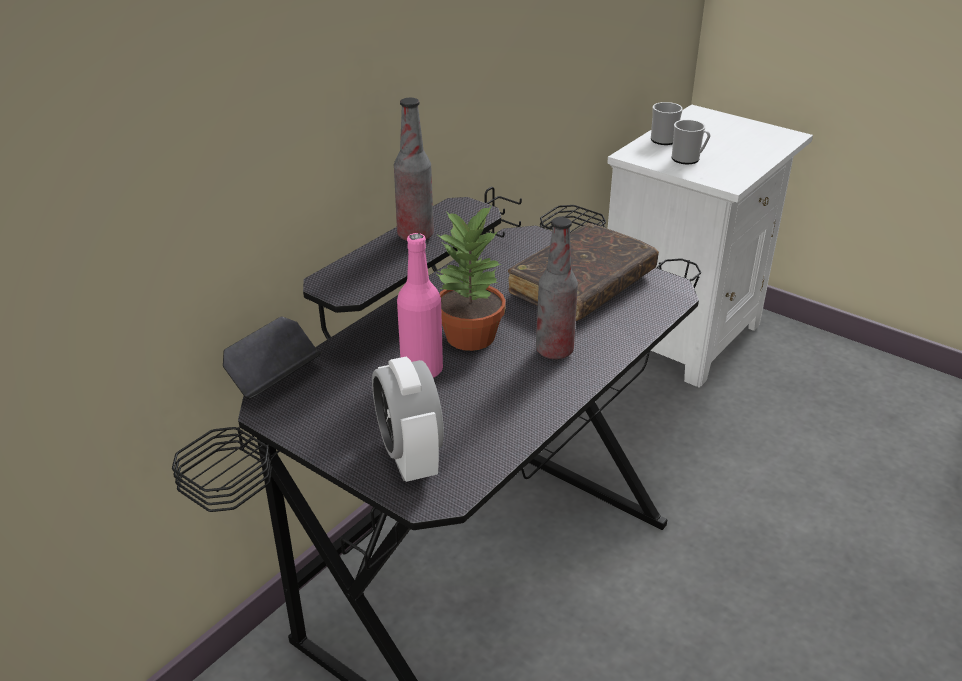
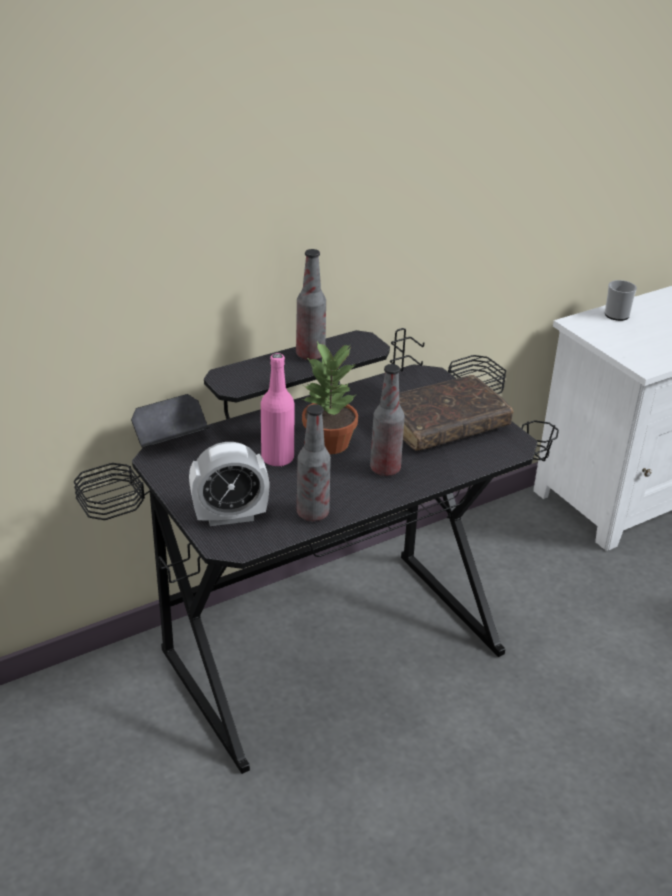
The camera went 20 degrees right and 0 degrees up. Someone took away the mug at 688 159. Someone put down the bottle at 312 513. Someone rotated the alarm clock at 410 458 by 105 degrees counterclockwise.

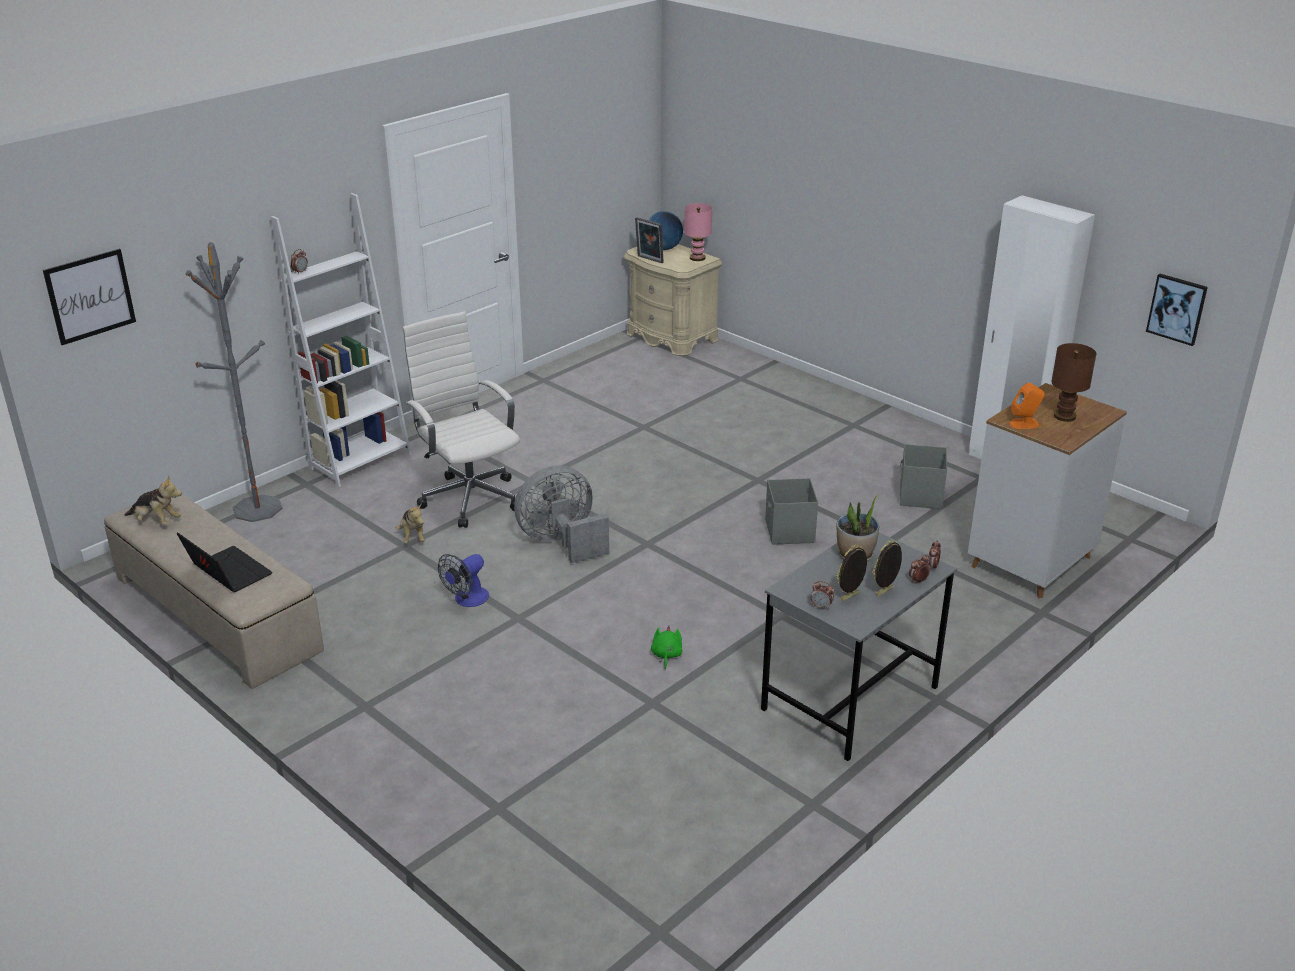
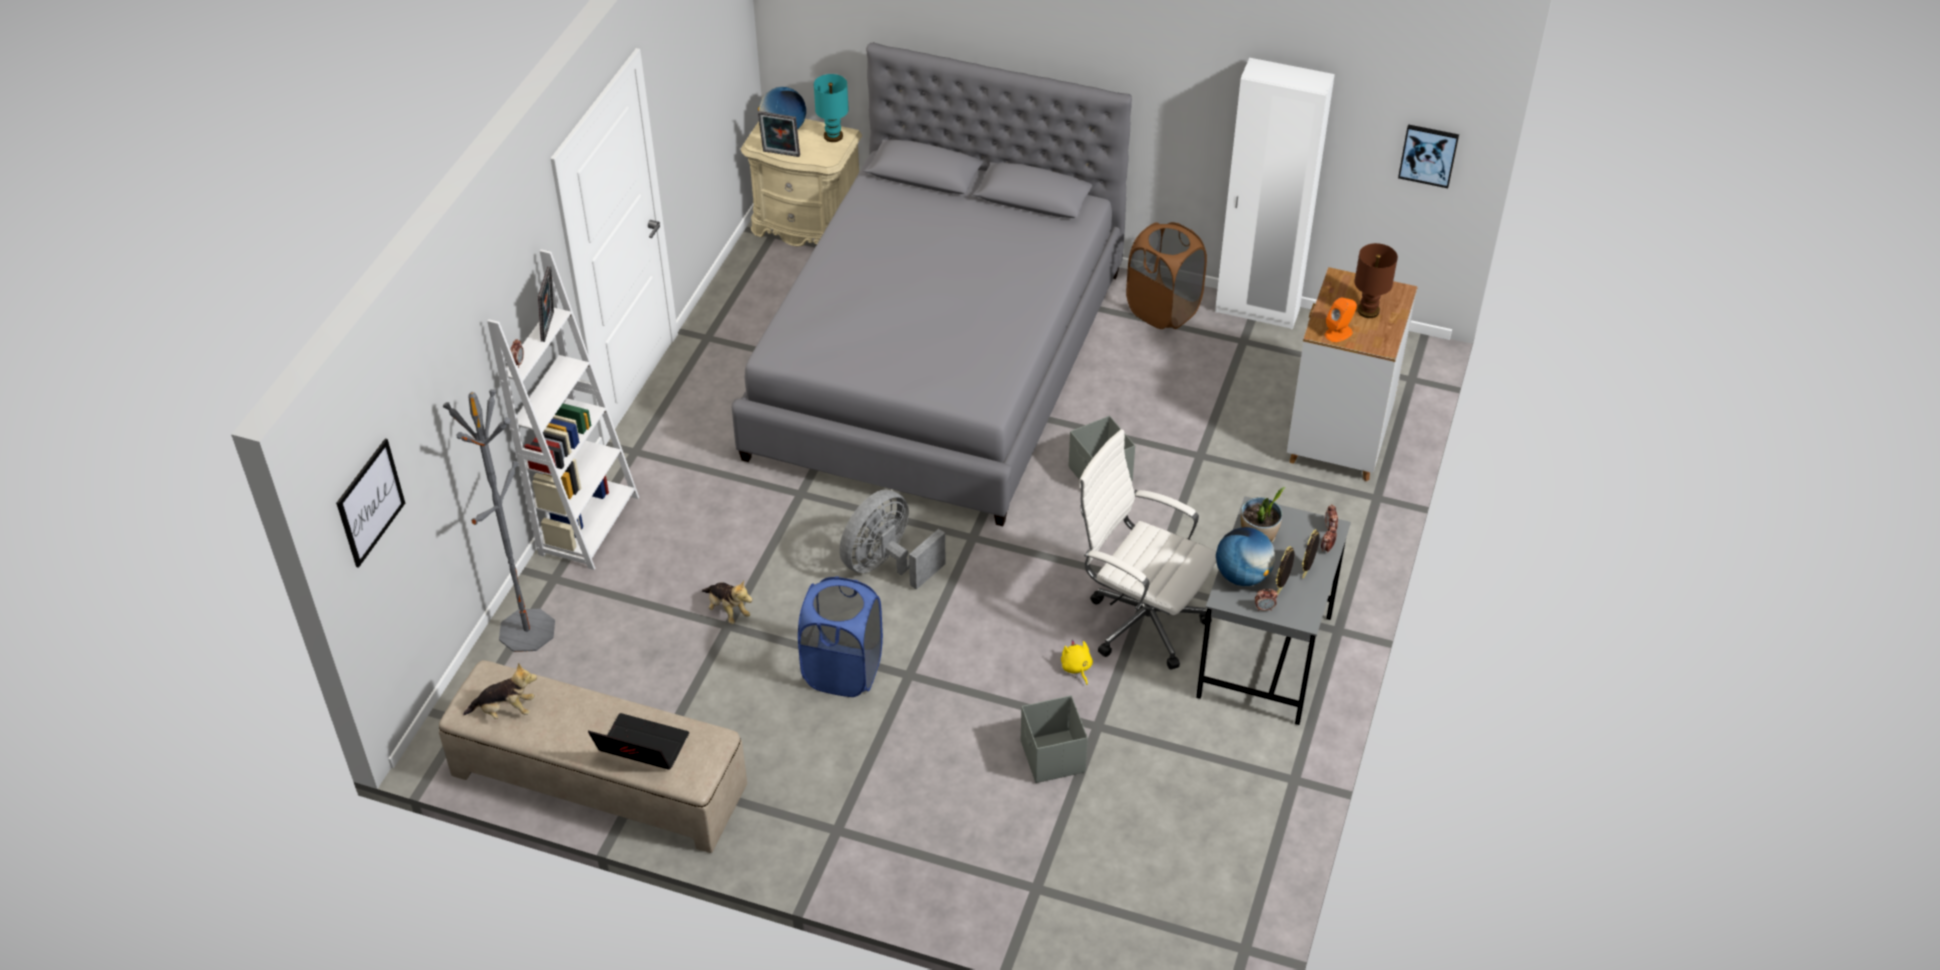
The camera went 25 degrees left and 15 degrees up. Someone put down the picture frame at 550 326. Someone put down the bed in grey at 938 363. Someone put down the laundry basket in brown at 1163 310. Someone put down the globe at 1242 576. Someone carried the office chair in white from 468 497 to 1140 621. Someone carried the storage box in grey from 920 496 to 1052 757. Someone swapped the fan at 467 600 for the laundry basket in blue at 843 671. Someone repainted the plush toy in green at 666 655, which became the plush toy in yellow at 1076 668. Someone repainted the table lamp in pink at 697 258, which became the table lamp in turquoise at 832 136.

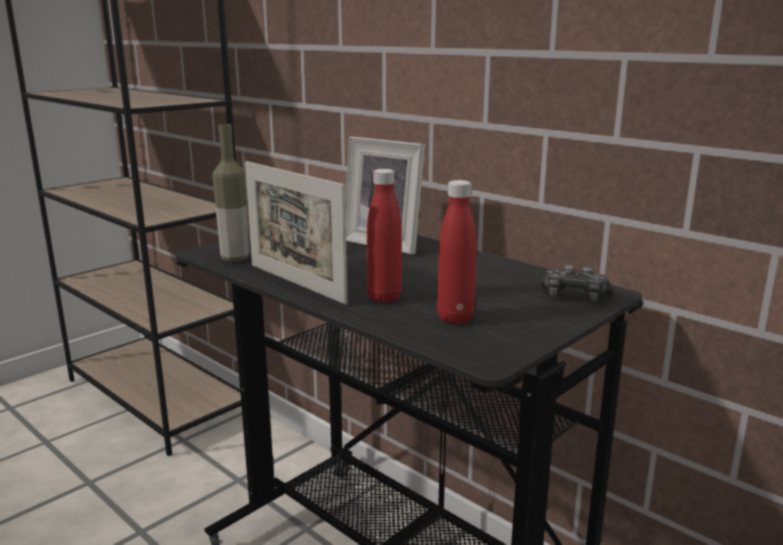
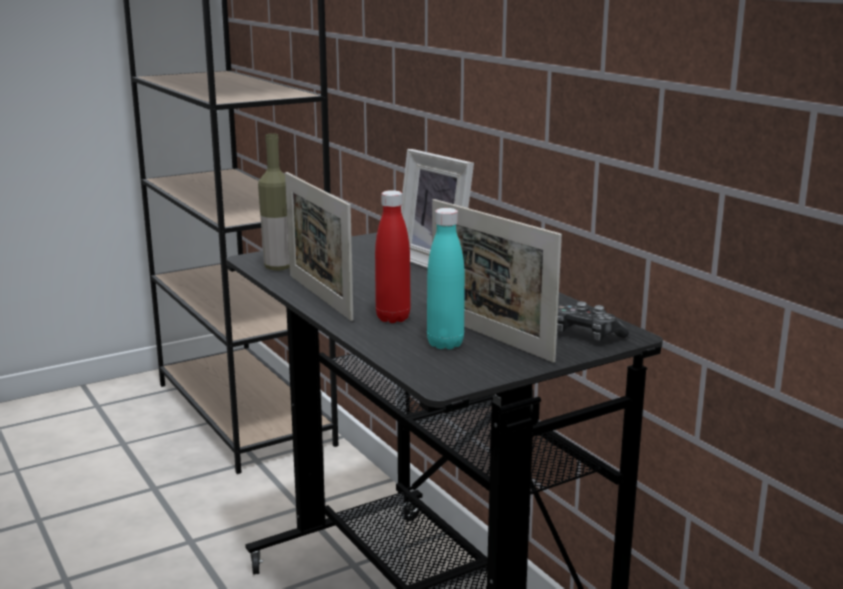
The camera went 15 degrees right and 0 degrees up. Someone put down the picture frame at 489 336. Someone repainted the bottle in red at 455 318, which became the bottle in turquoise at 445 344.

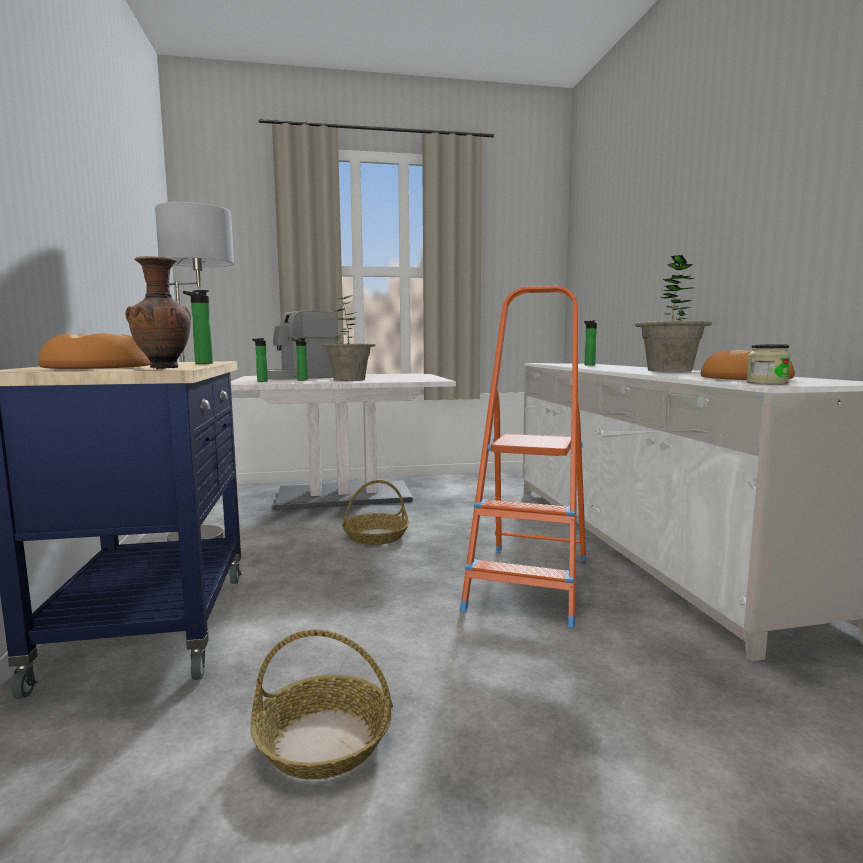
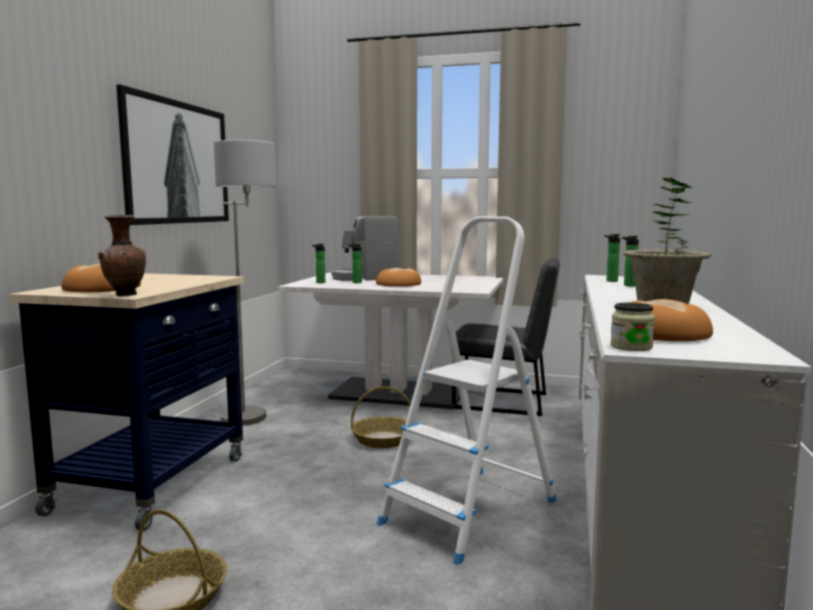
The camera went 25 degrees right and 0 degrees up. Someone put up the picture at 177 163. Someone put down the chair in grey at 504 401. Someone carried the bottle from 201 363 to 610 281. Someone swapped the potted plant at 349 379 for the bread at 398 284. Someone repainted the step ladder in orange at 529 582, which became the step ladder in white at 468 512.

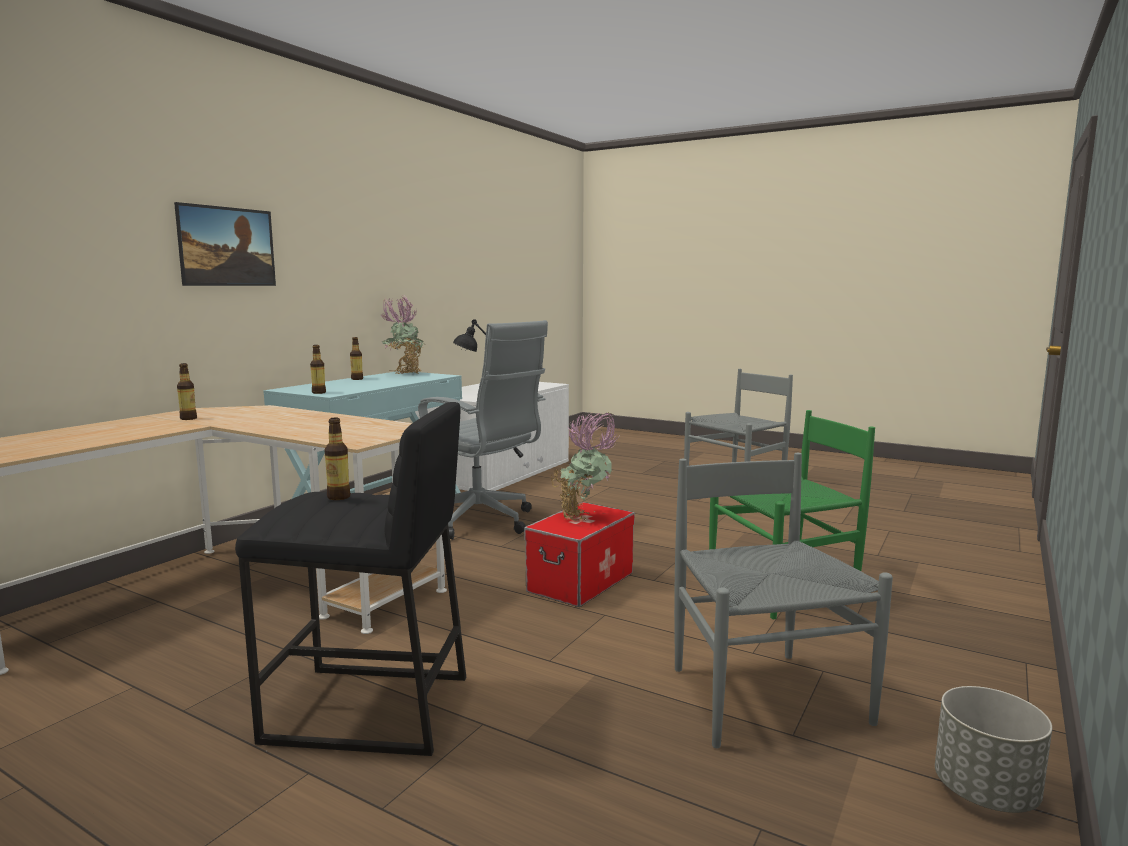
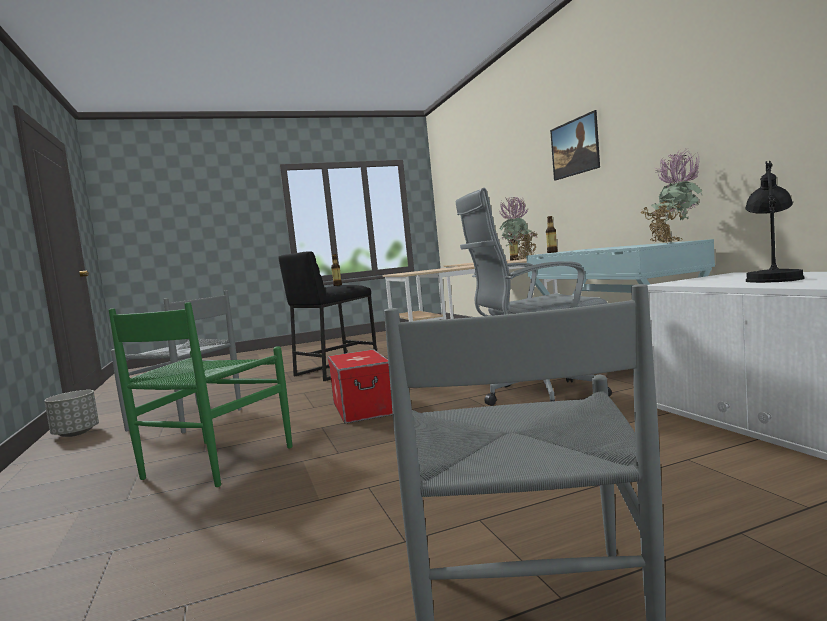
The camera went 130 degrees right and 5 degrees down. Someone took away the bottle at 357 379. Someone carried the potted plant from 585 517 to 521 260.

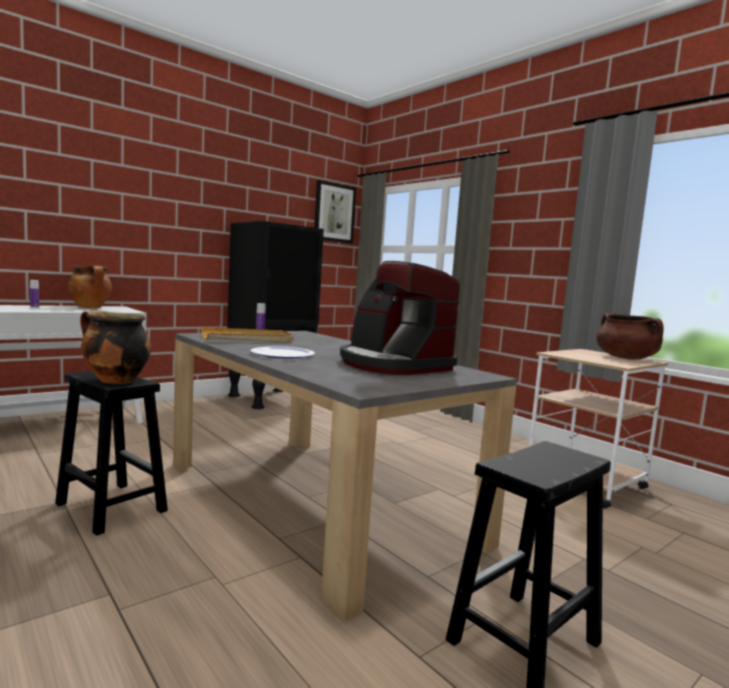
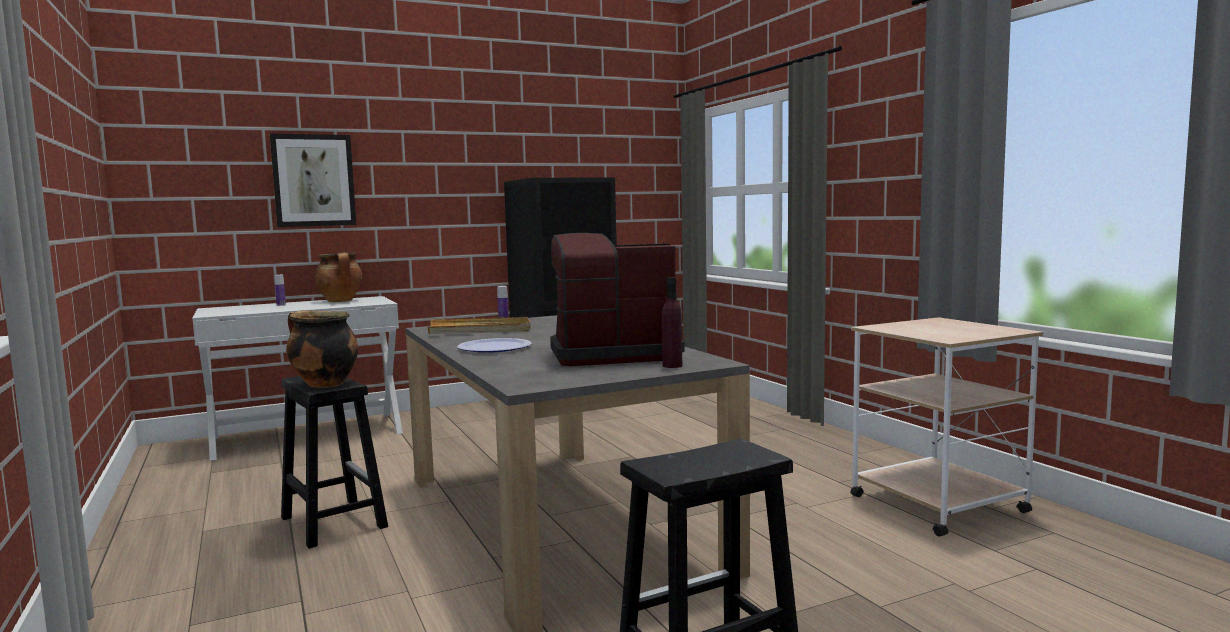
The camera went 15 degrees right and 0 degrees up. Someone took away the cooking pot in brown at 626 358. Someone put down the bottle in purple at 672 366. Someone carried the picture from 334 213 to 313 180. Someone rotated the coffee machine at 393 365 by 105 degrees clockwise.

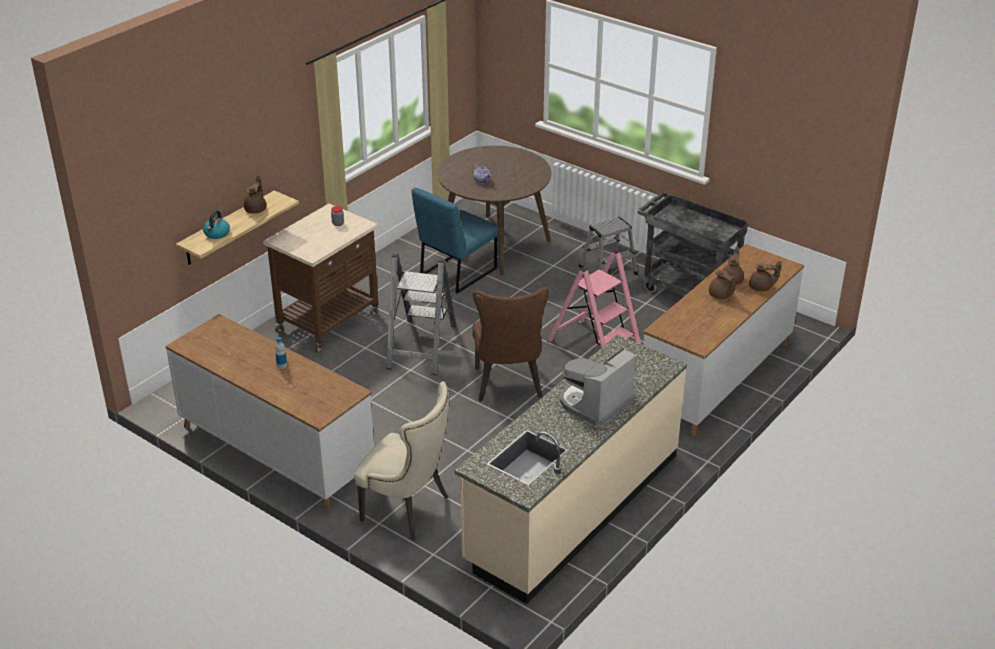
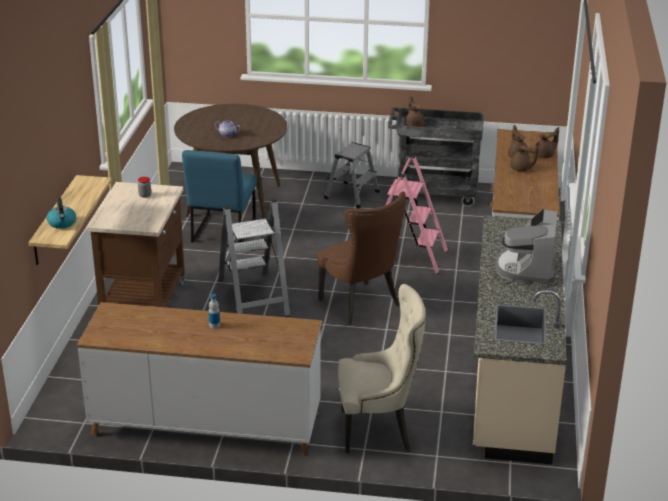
The camera went 30 degrees left and 5 degrees down. Someone carried the teapot in brown from 256 209 to 414 125.

